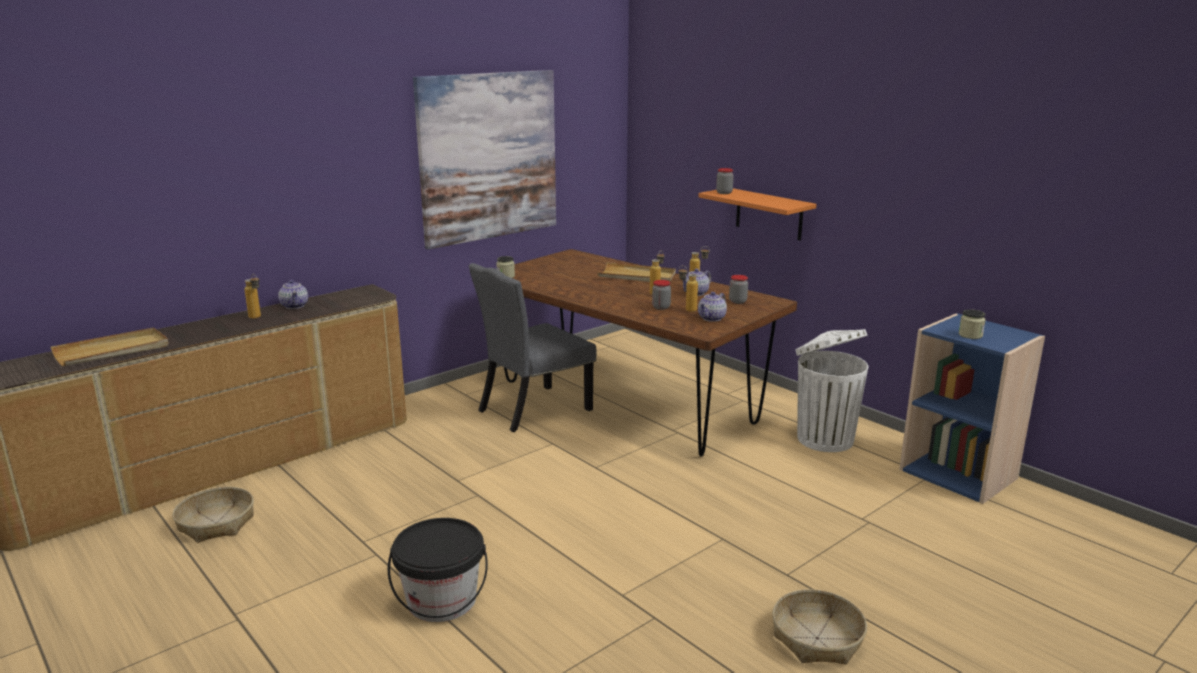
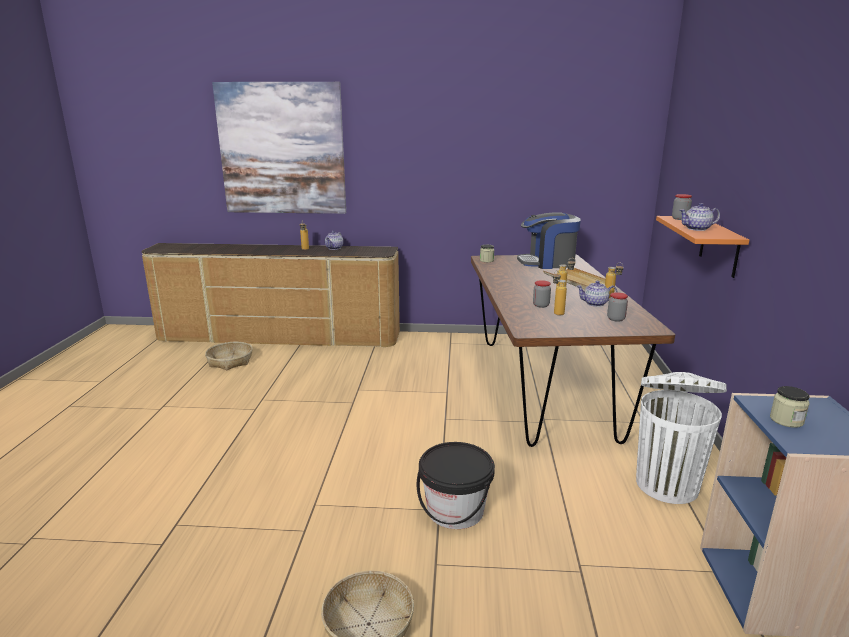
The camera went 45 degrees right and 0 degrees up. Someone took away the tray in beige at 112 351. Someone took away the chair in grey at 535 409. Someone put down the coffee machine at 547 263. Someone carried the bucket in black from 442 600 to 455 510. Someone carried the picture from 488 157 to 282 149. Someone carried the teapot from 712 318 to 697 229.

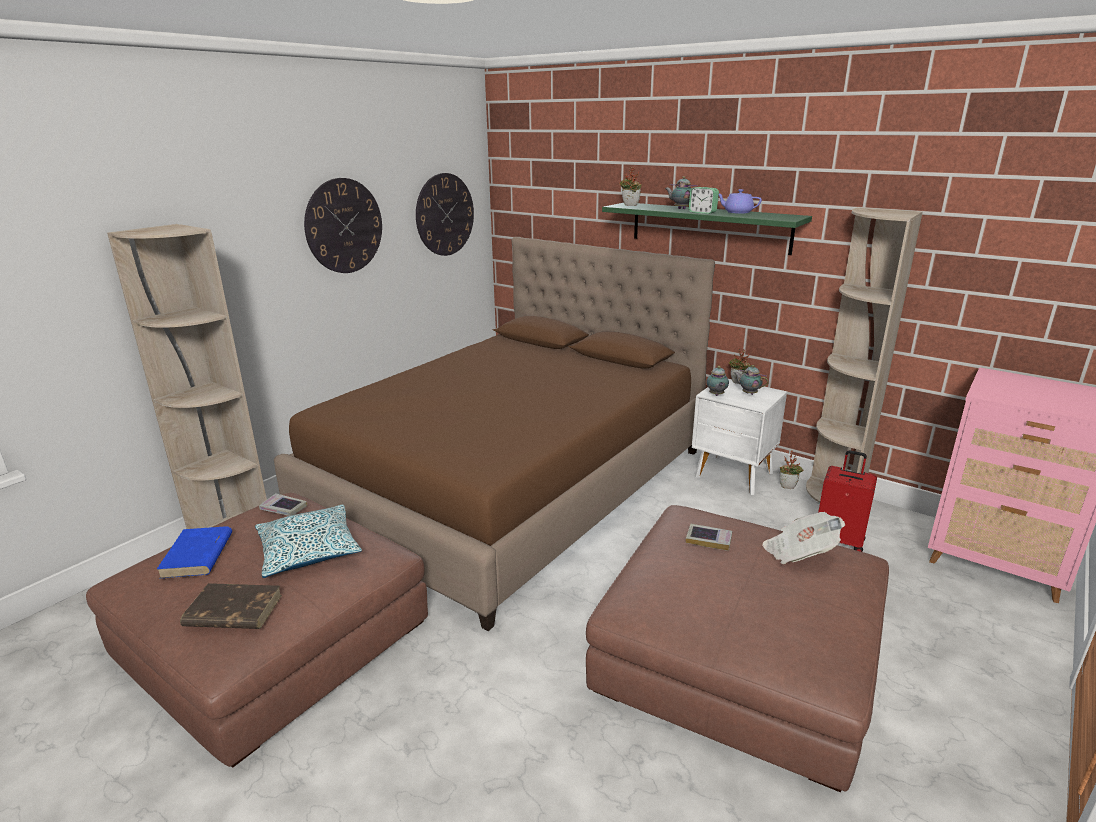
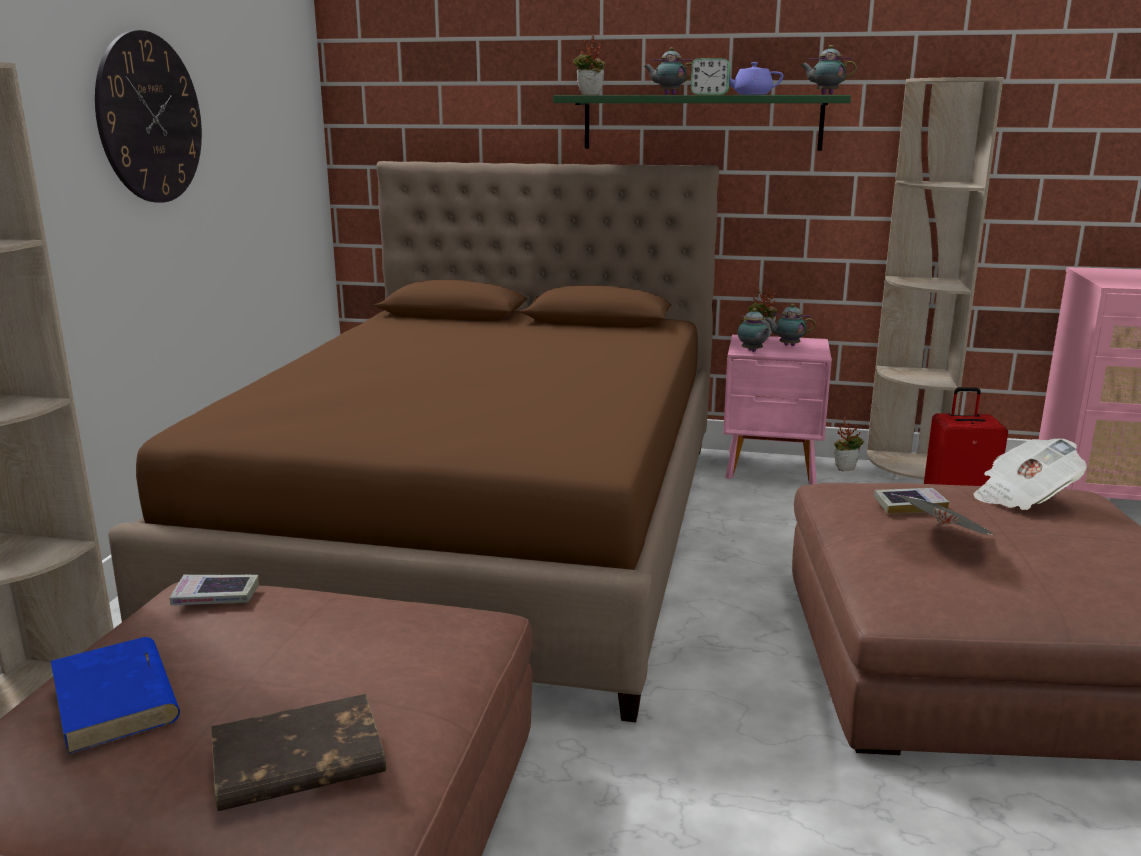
The camera went 25 degrees left and 5 degrees down. Someone took away the pillow at 309 550. Someone took away the wall clock at 445 214. Someone put down the teapot at 825 94. Someone put down the newspaper at 944 542. Someone repainted the nightstand in white at 734 476, which became the nightstand in pink at 772 468.

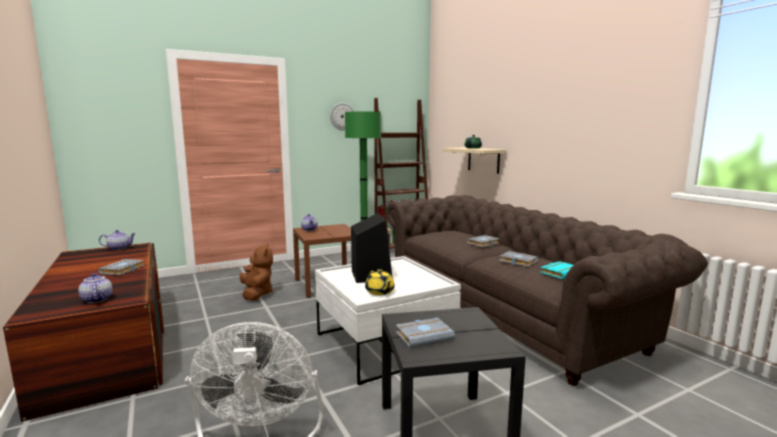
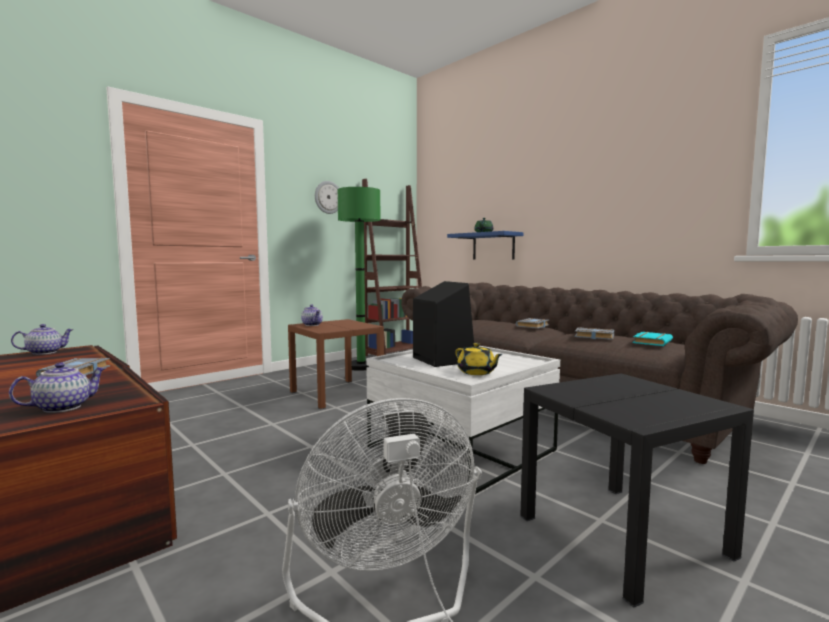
The camera went 15 degrees left and 5 degrees down. Someone took away the plush toy in brown at 257 294. Someone took away the book in grey at 424 336. Someone repainted the shelf in beige at 483 160, which became the shelf in blue at 493 246. Someone rotated the teapot at 96 300 by 90 degrees clockwise.

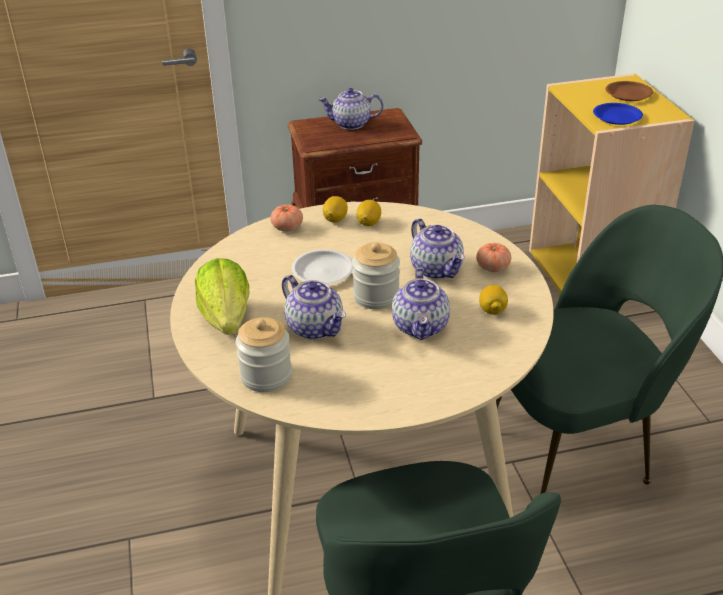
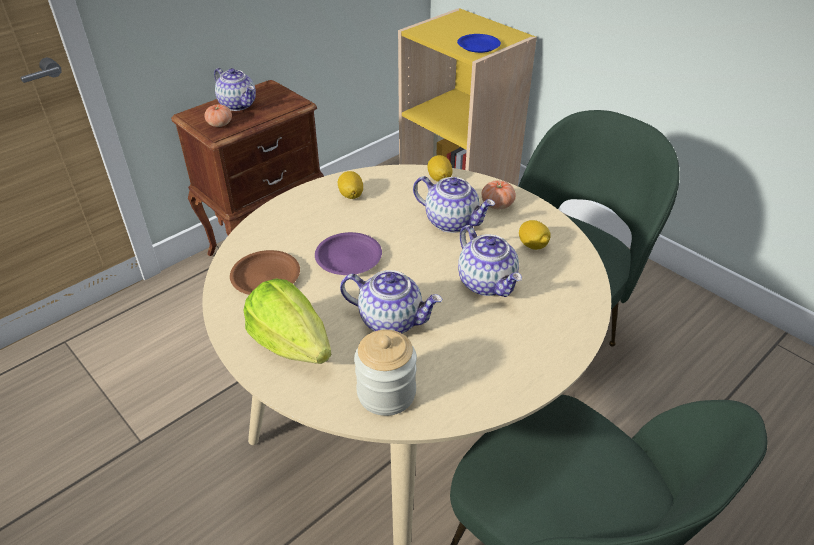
The camera went 30 degrees left and 5 degrees up. Someone took away the jar at 376 296. Someone carried the tomato from 287 227 to 220 124. Someone carried the lemon from 335 219 to 439 178. Someone carried the plate in brown from 628 94 to 265 277. Someone repainted the plate in white at 323 271, which became the plate in purple at 348 257. Someone rotated the teapot at 351 124 by 105 degrees counterclockwise.

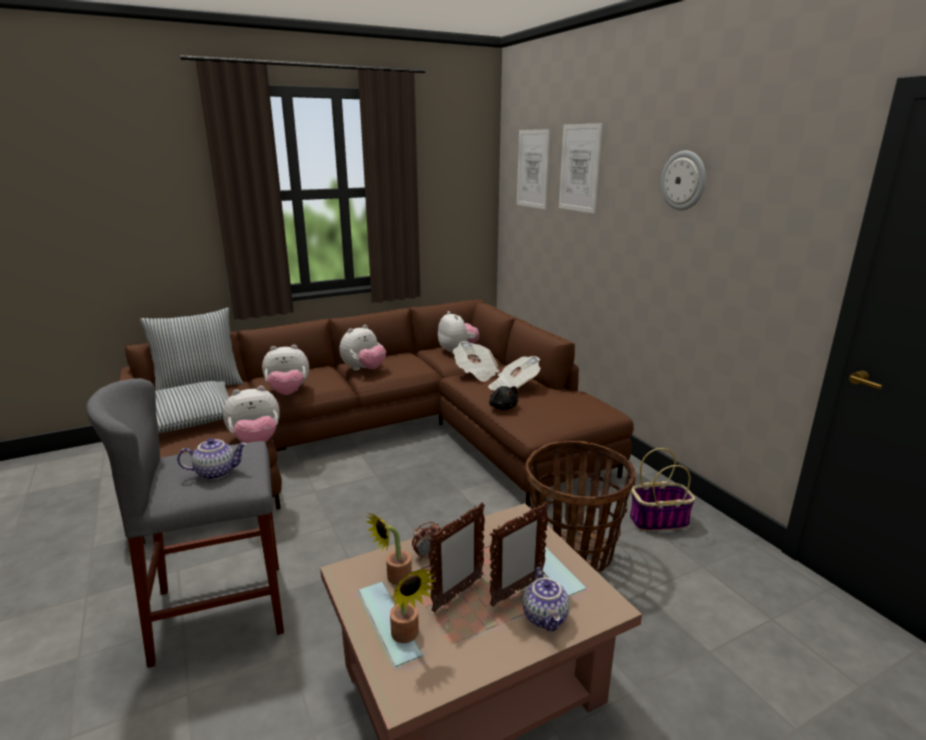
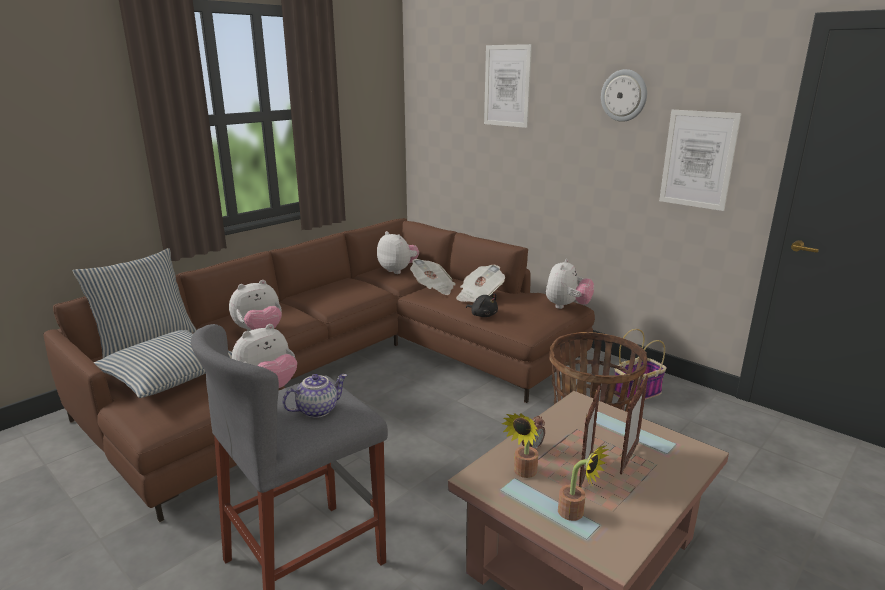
The camera went 20 degrees left and 0 degrees up. Someone took away the teapot at 546 617. Someone carried the plush toy from 364 369 to 567 306. Someone carried the picture from 533 169 to 698 159.

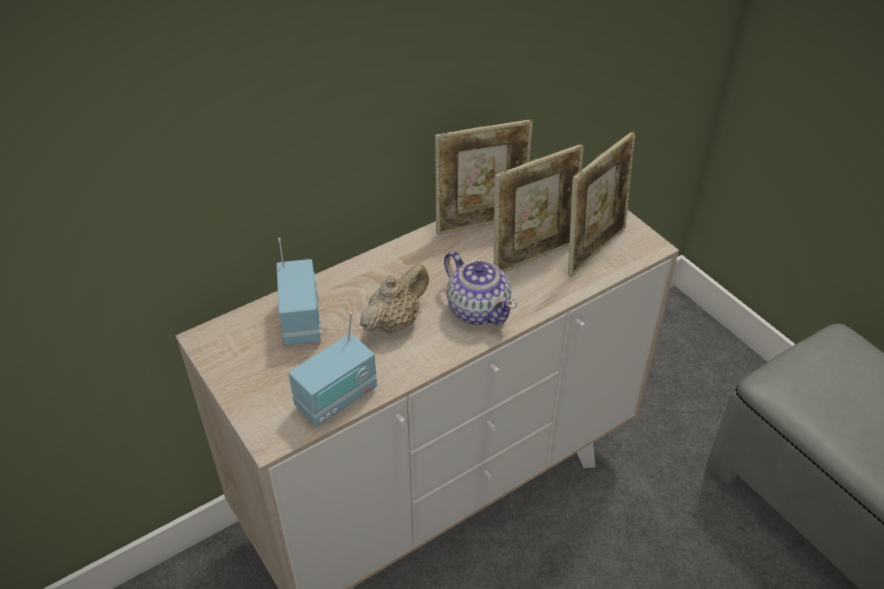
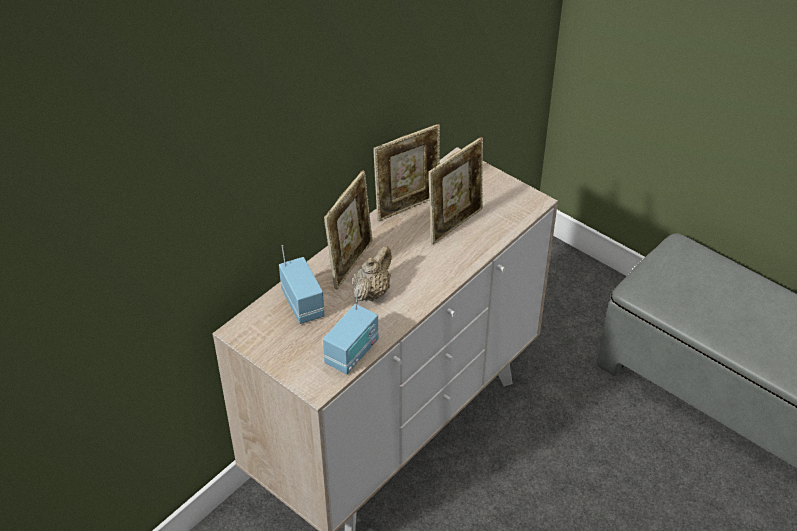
The camera went 15 degrees left and 0 degrees up. Someone took away the teapot at 478 309. Someone carried the picture frame from 594 249 to 351 263.

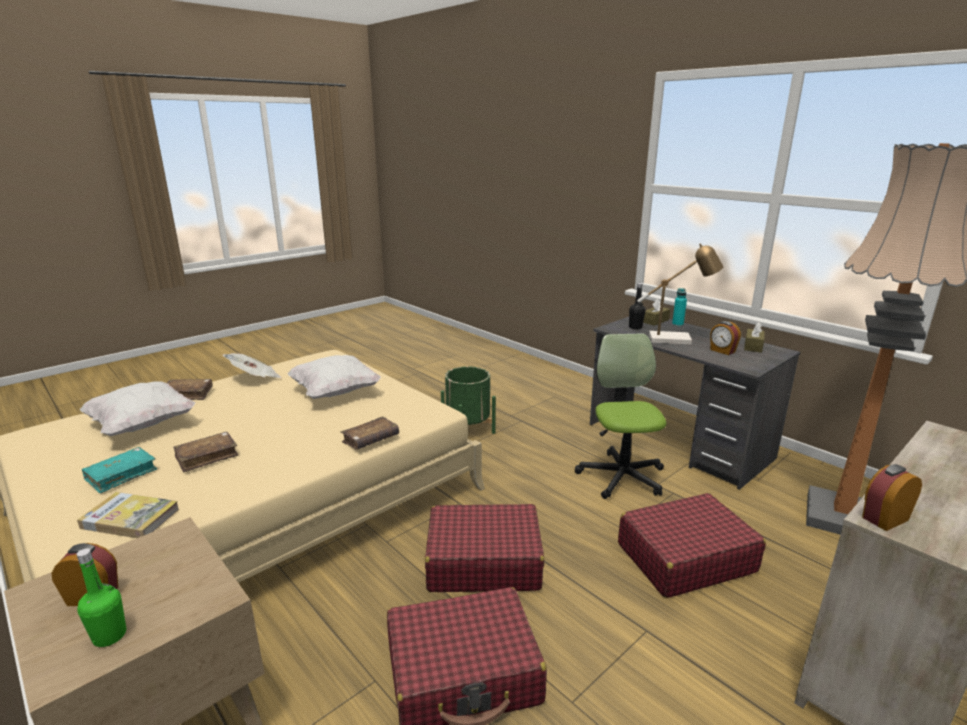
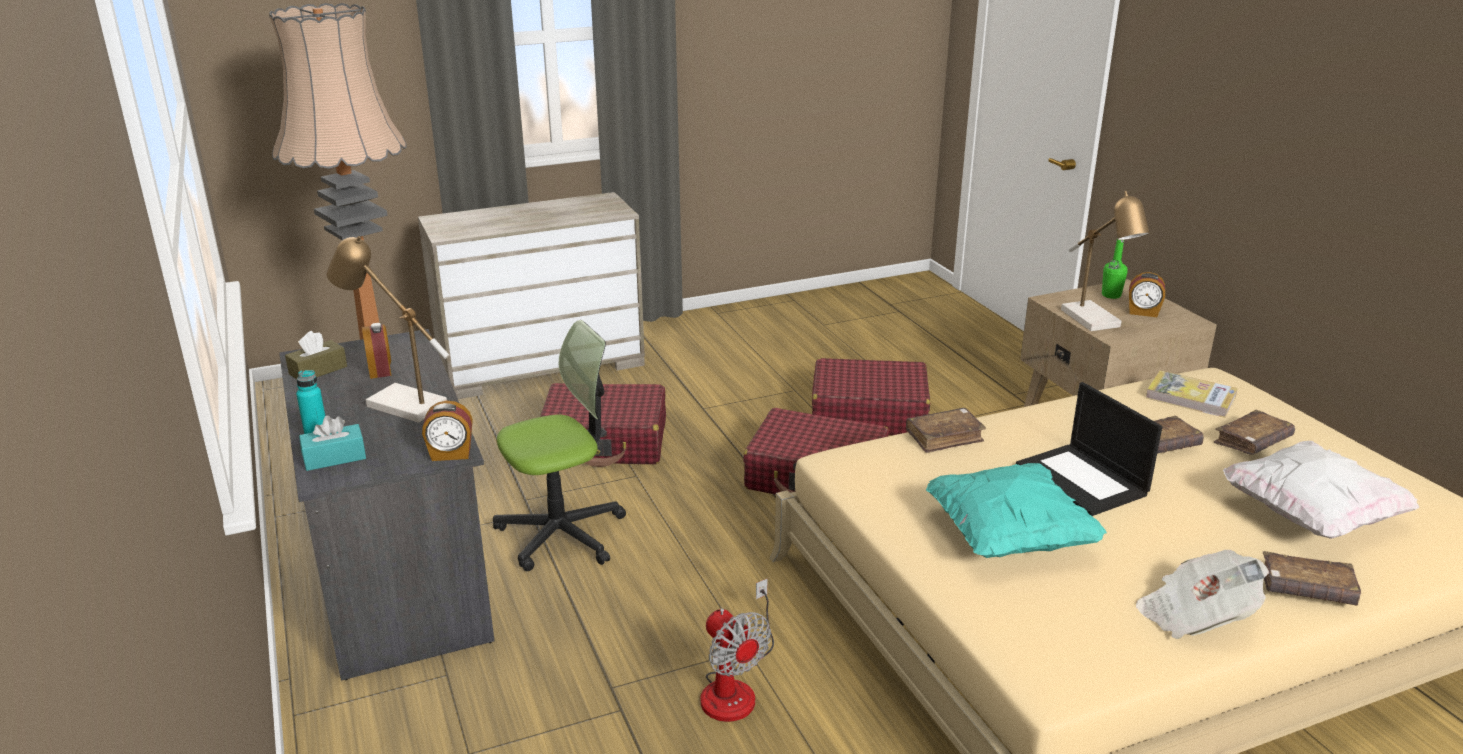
The camera went 160 degrees left and 5 degrees up. Someone took away the bottle in black at 635 327. Someone put down the laptop at 1083 480. Someone put down the table lamp at 1096 321. Someone carried the alarm clock from 884 518 to 451 454. Someone swapped the planter in green at 468 430 for the fan at 734 687. Someone repainted the book in turquoise at 121 475, which became the book in brown at 1252 442. Someone repainted the pillow in white at 336 392, which became the pillow in turquoise at 1008 537. Someone repainted the tissue box in brown at 655 321, which became the tissue box in turquoise at 334 458. Someone rotated the office chair at 621 476 by 135 degrees counterclockwise.

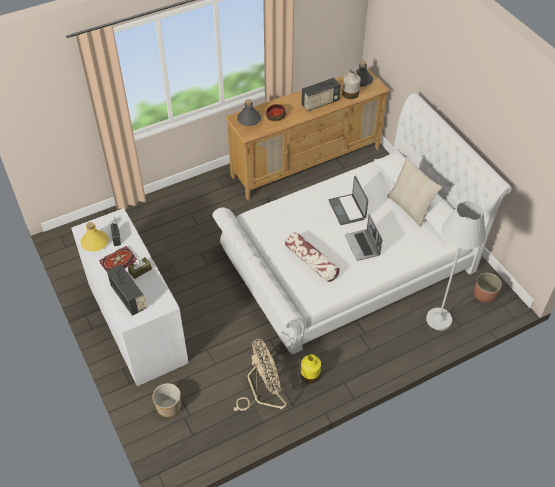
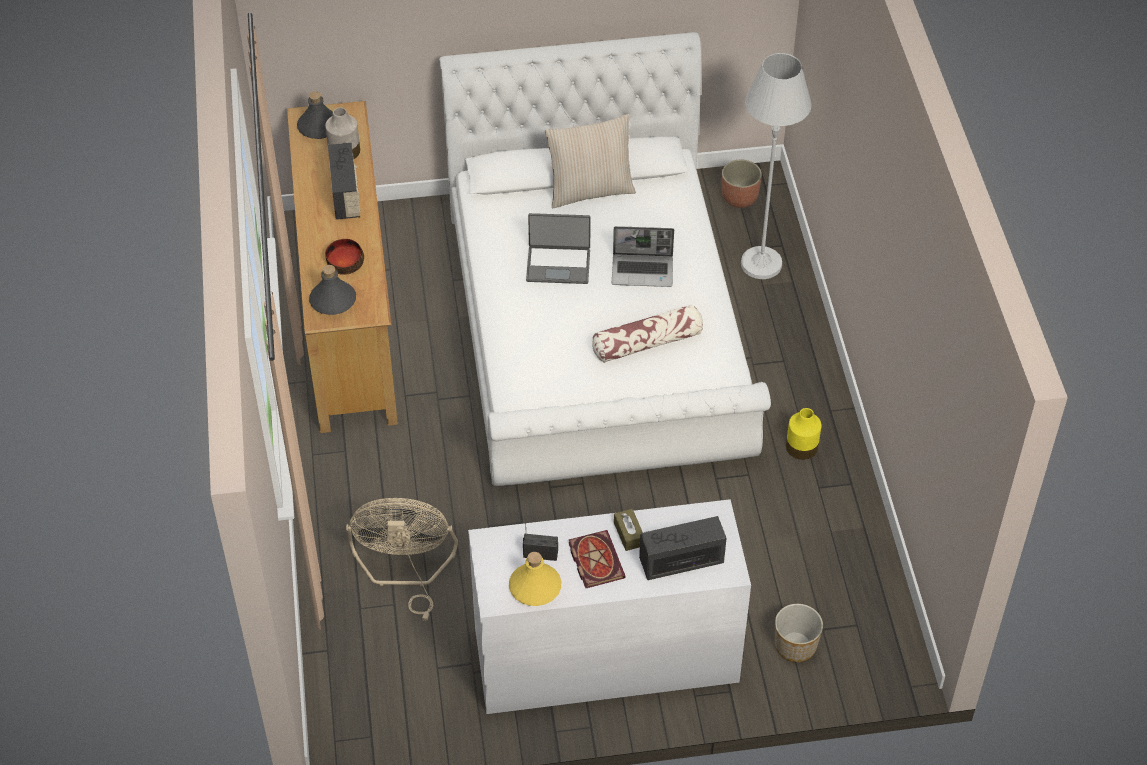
The camera went 70 degrees left and 0 degrees up. Someone carried the fan in beige from 261 389 to 406 572.

